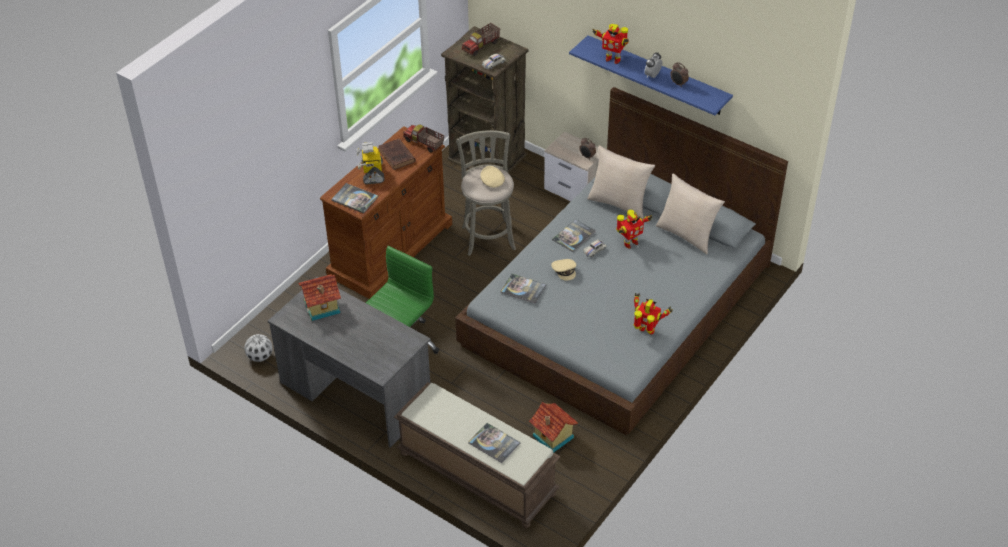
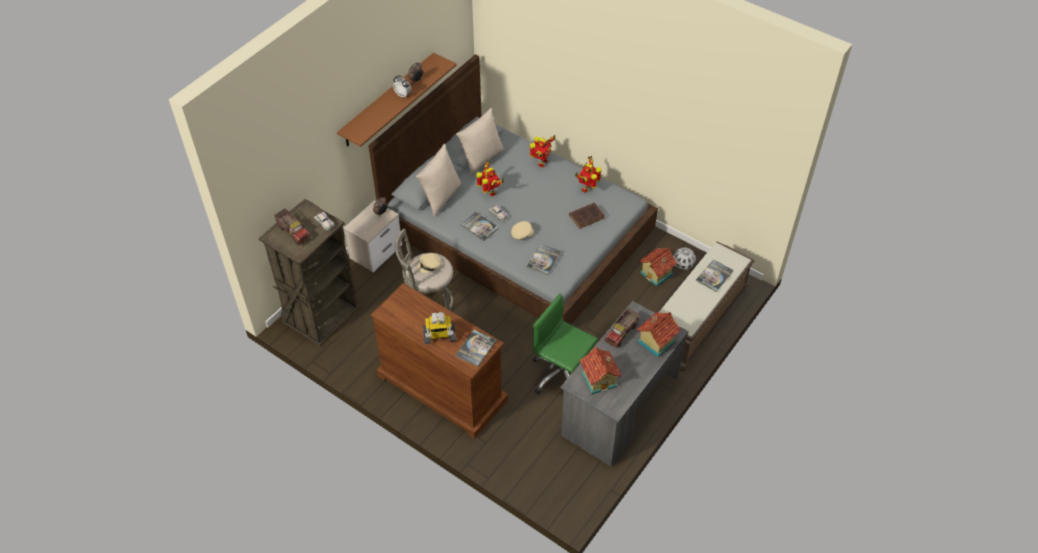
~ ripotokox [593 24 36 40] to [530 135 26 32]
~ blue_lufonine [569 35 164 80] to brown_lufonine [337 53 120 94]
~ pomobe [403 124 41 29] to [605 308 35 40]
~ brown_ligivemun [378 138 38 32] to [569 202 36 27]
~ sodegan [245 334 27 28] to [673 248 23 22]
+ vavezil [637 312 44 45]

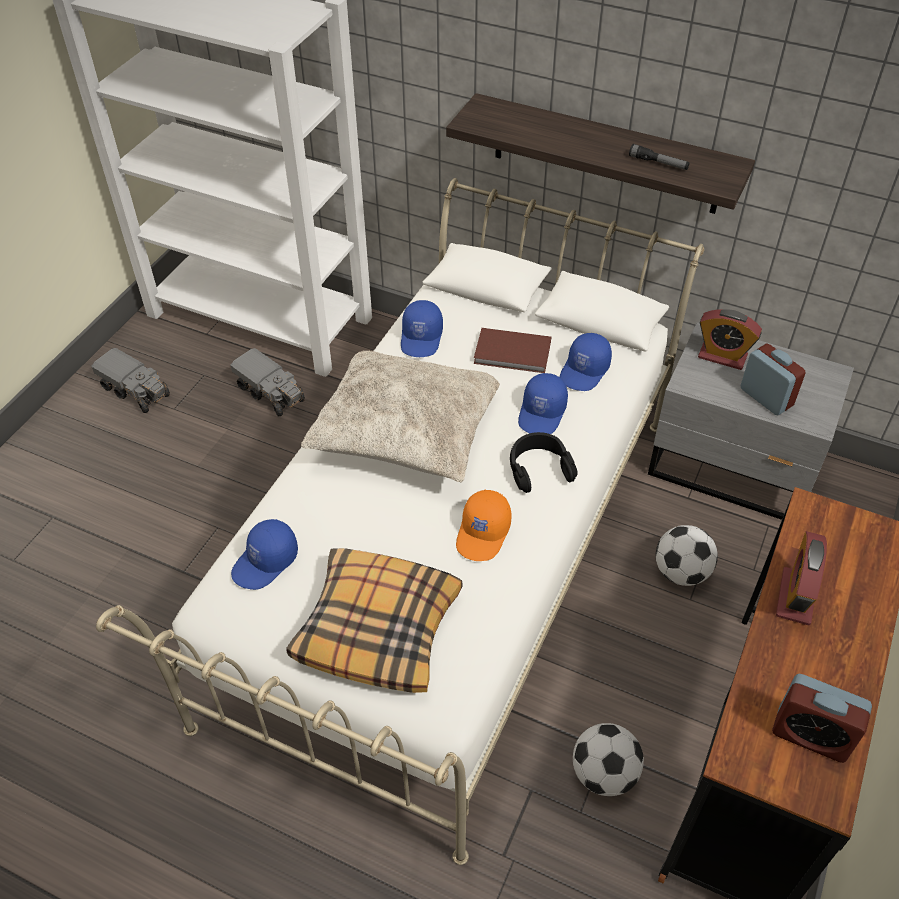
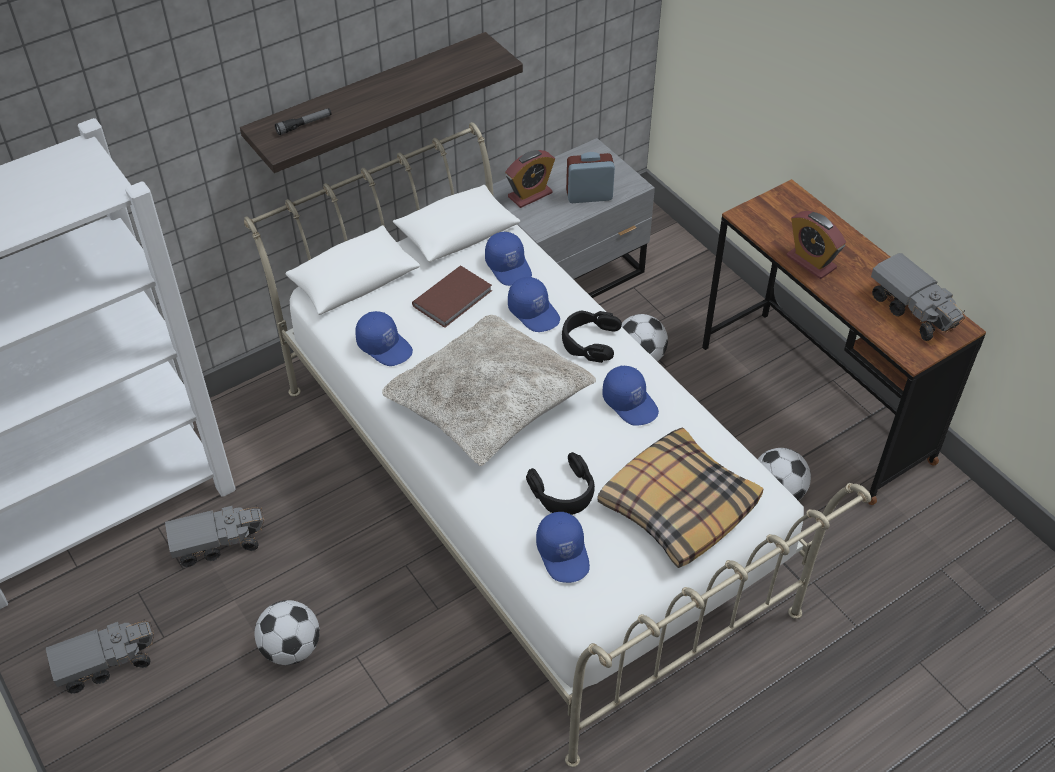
~ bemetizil [629 144 60 26] to [275 108 57 27]
~ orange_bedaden [456 490 56 71] to blue_bedaden [602 366 57 60]
~ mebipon [772 674 100 89] to pomobe [871 253 95 88]
+ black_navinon [526 452 69 63]
+ sodegan [255 600 65 65]

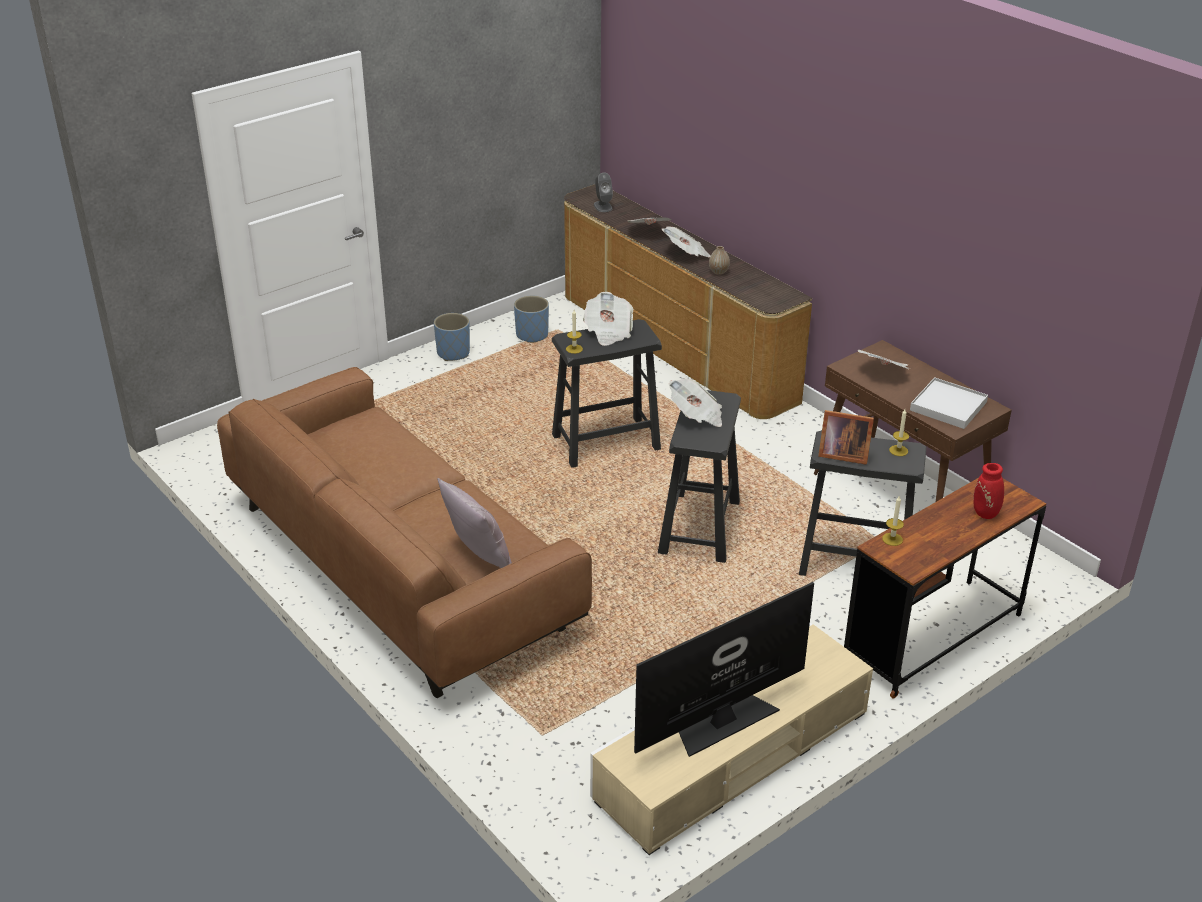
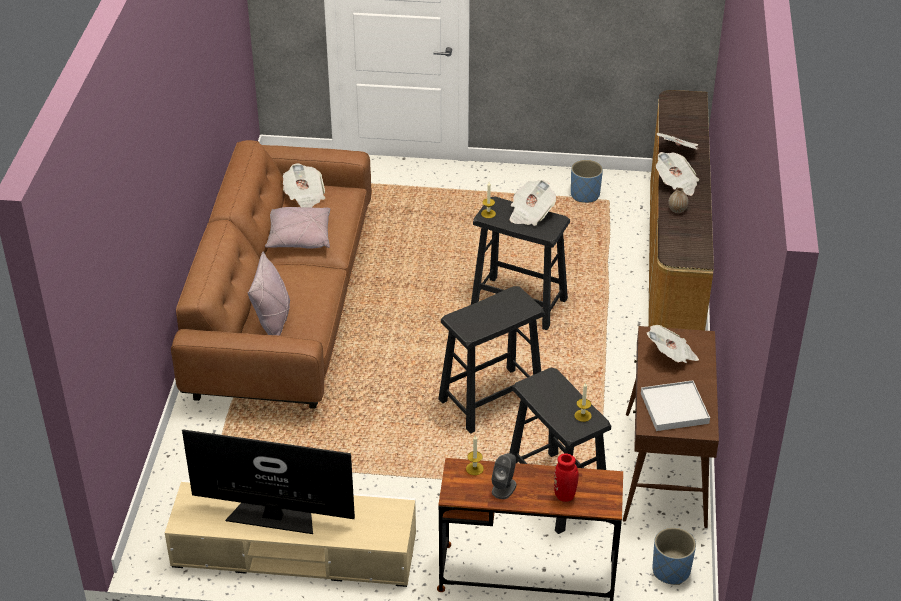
~ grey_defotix [594 173 19 39] to [491 453 25 46]
~ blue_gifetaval [434 313 36 48] to [652 527 44 58]
~ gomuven [669 379 53 48] to [283 163 42 45]
- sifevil [818 410 56 55]
+ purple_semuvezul [265 207 65 42]

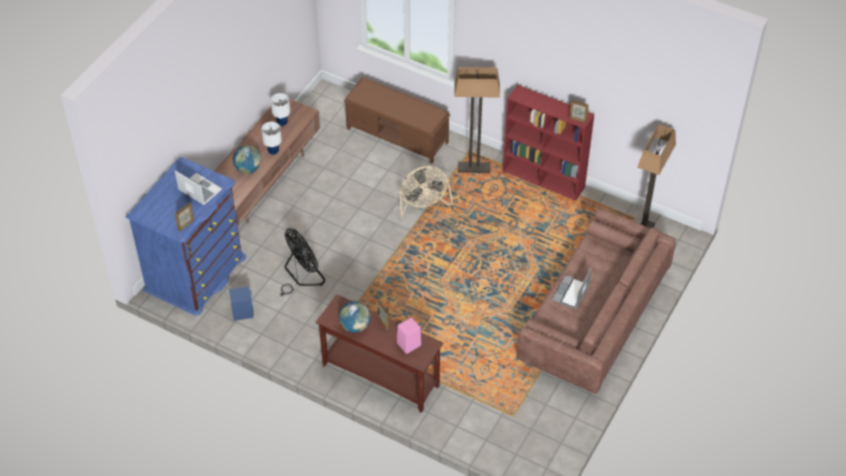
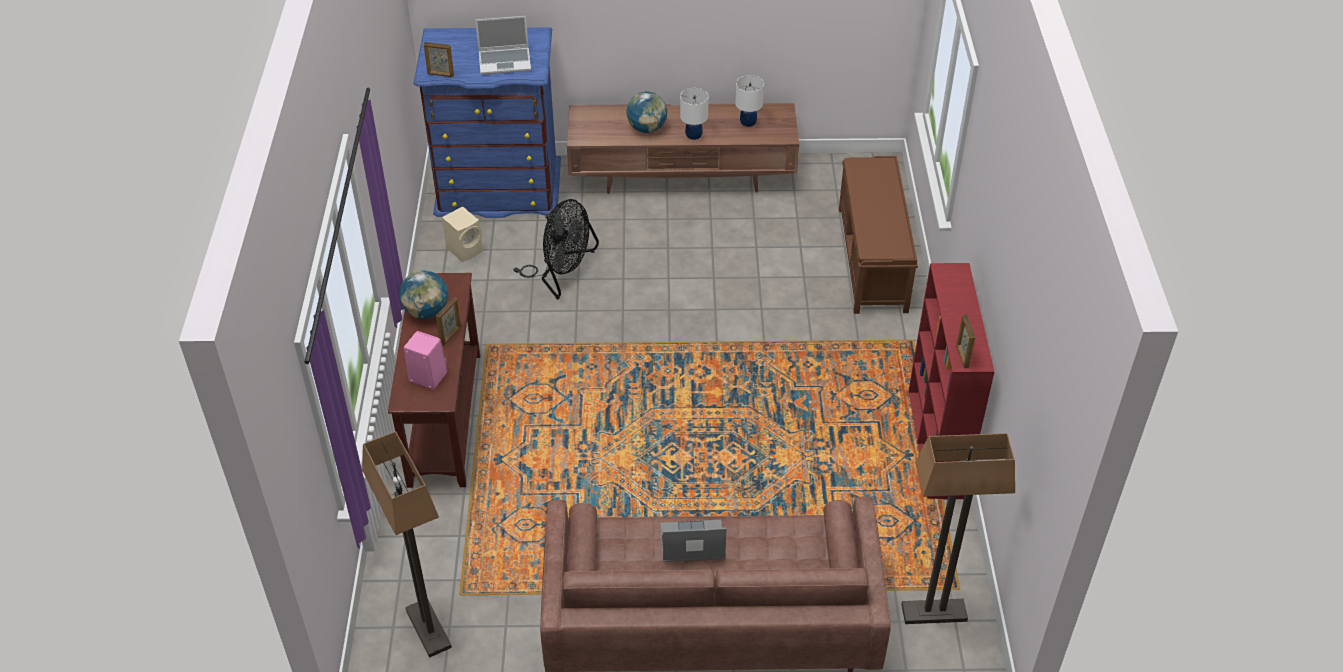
~ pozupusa [454 67 46 106] to [362 431 90 227]
- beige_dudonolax [399 166 54 52]
~ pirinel [175 170 47 35] = [475 16 56 59] 75 degrees clockwise
~ blue_defotix [229 286 24 35] to beige_defotix [442 206 41 56]

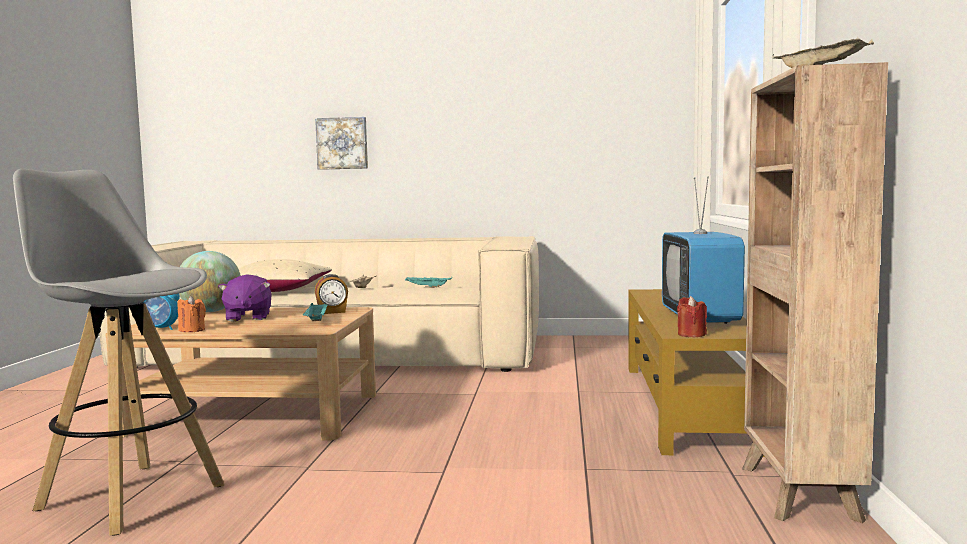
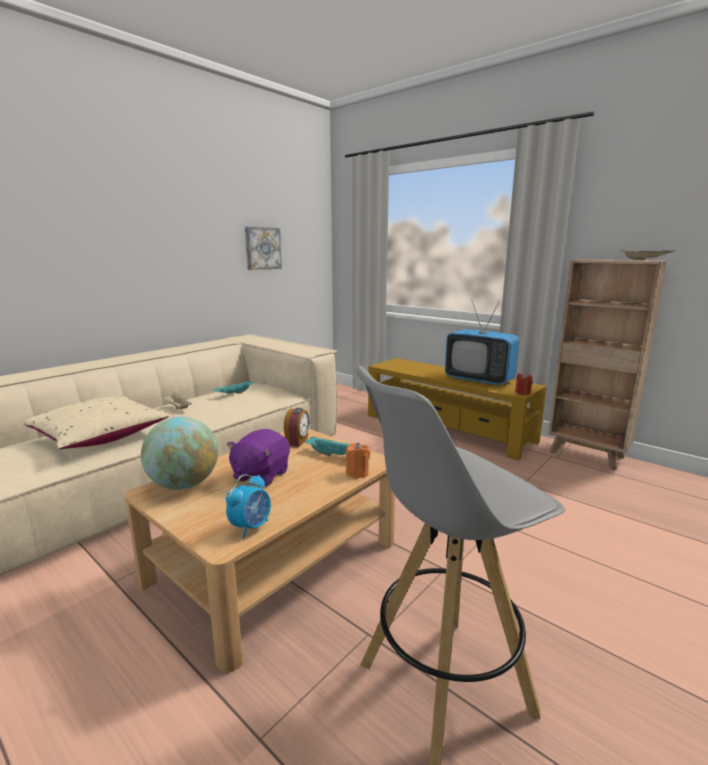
~ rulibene [315 117 53 53] to [245 227 37 43]
~ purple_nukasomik [218 274 54 48] = [227 429 63 58] 90 degrees clockwise
~ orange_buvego [177 296 29 36] to [346 443 24 35]

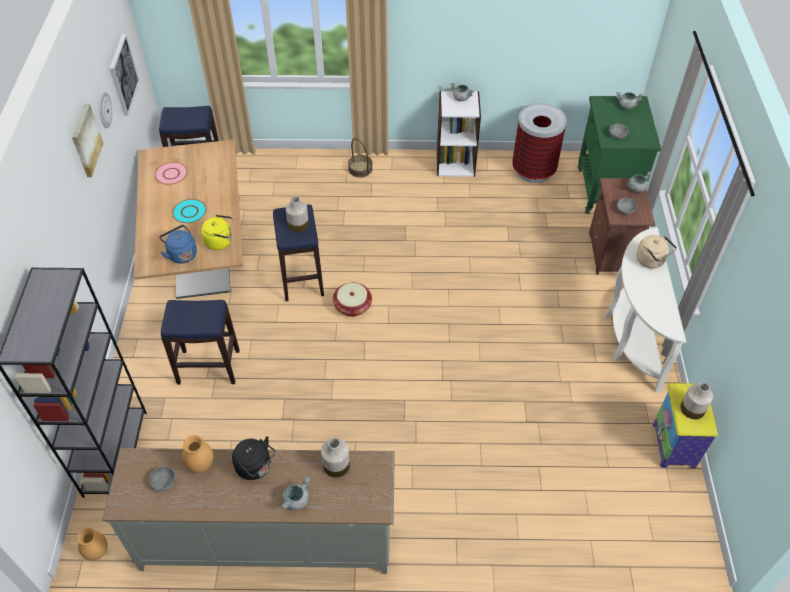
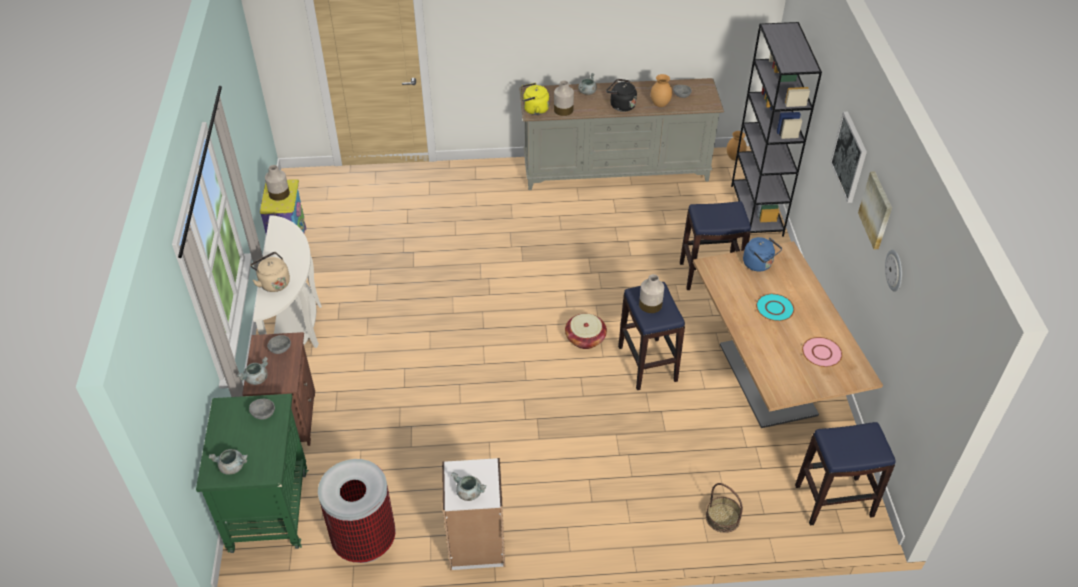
~ rulibene [109 34 30 81] to [830 112 37 91]
~ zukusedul [348 138 25 40] to [706 483 37 50]
~ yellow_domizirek [201 215 32 35] to [521 83 28 32]

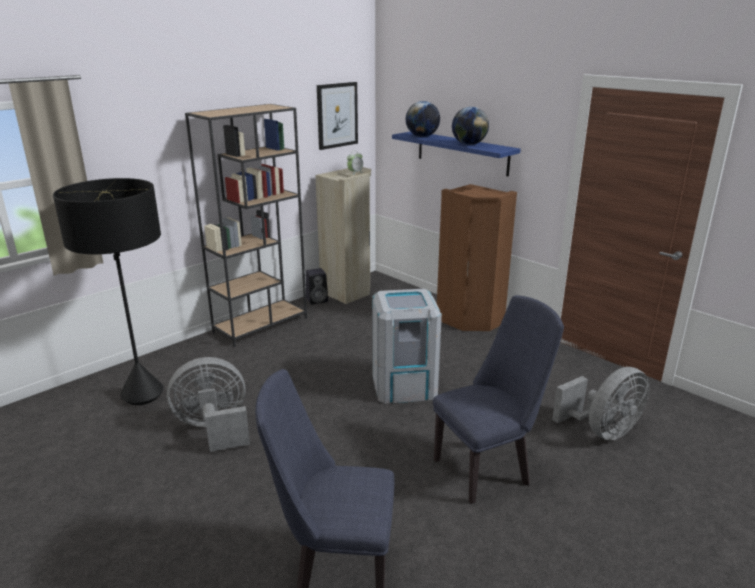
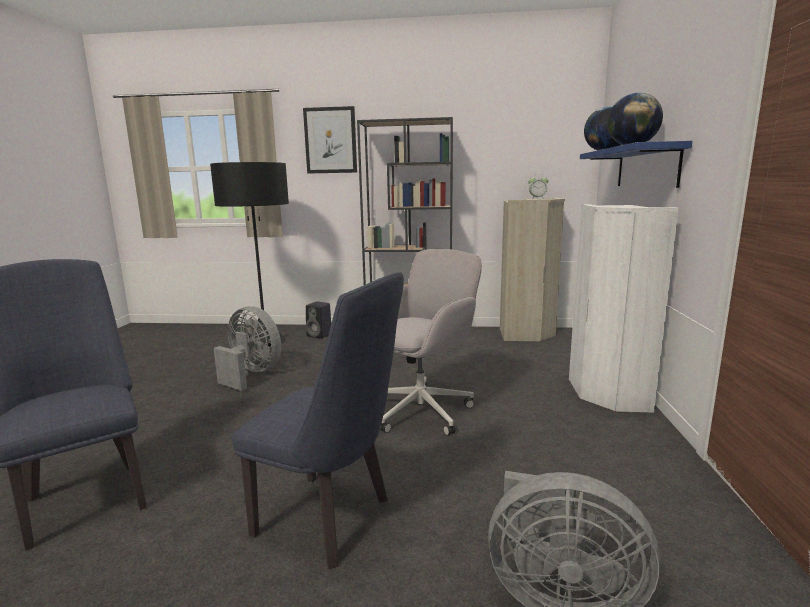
~ rulibene [317 82 41 68] to [303 106 54 68]
~ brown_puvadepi [437 184 80 147] to white_puvadepi [569 204 110 209]
~ black_defotix [305 268 23 36] to [306 302 25 37]
~ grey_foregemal [372 289 70 115] to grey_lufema [380 249 102 187]

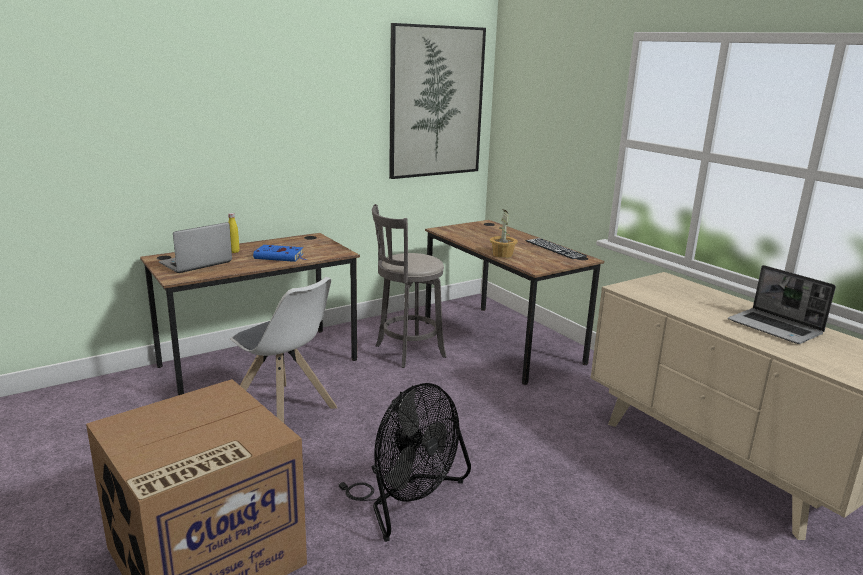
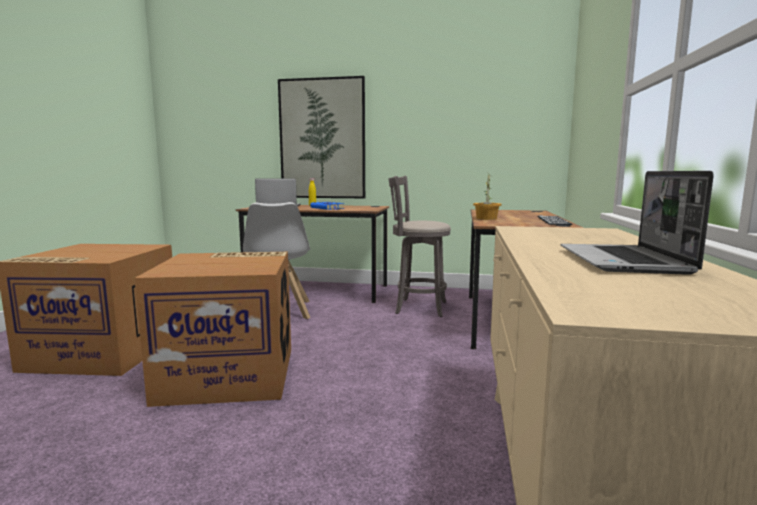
~ rulibene [389 23 97 156] to [278 76 87 122]
~ black_dudonolax [339 383 132 159] to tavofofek [134 252 157 155]

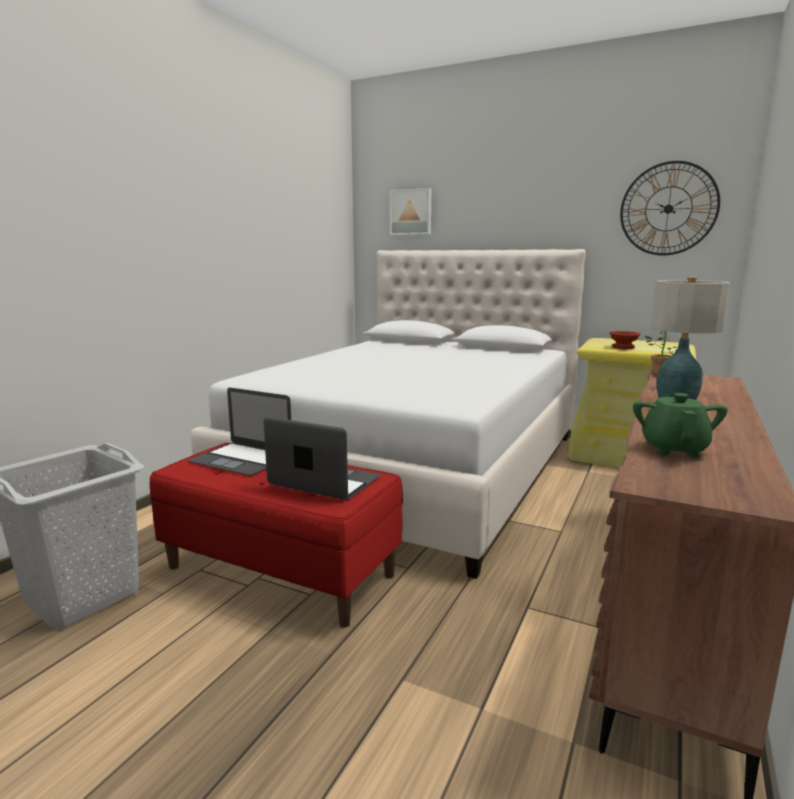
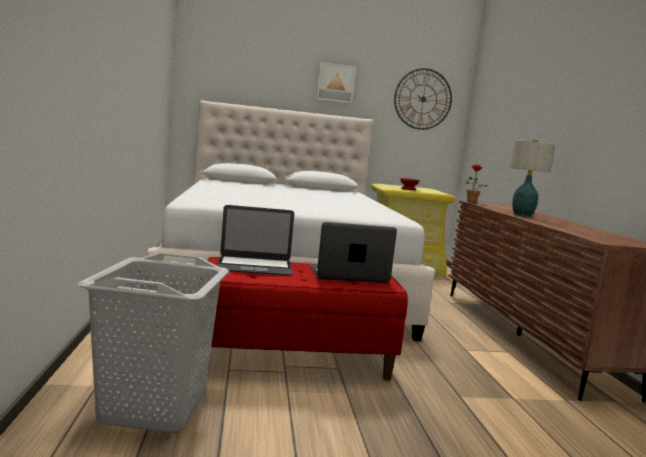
~ rulibene [390 188 41 47] to [316 62 40 41]
- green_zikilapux [633 393 95 65]

